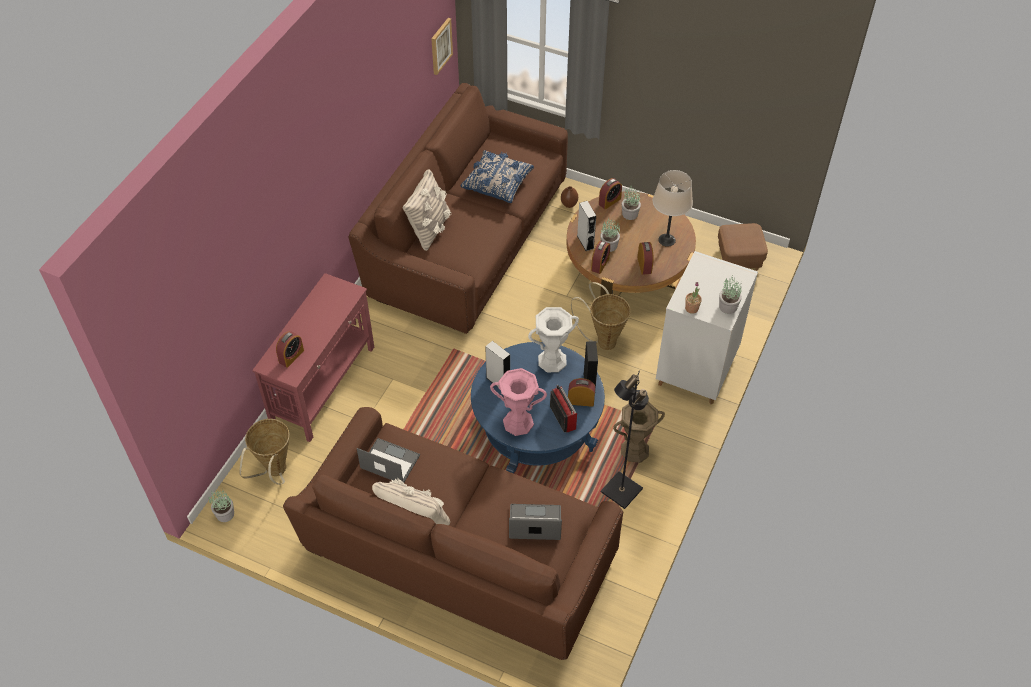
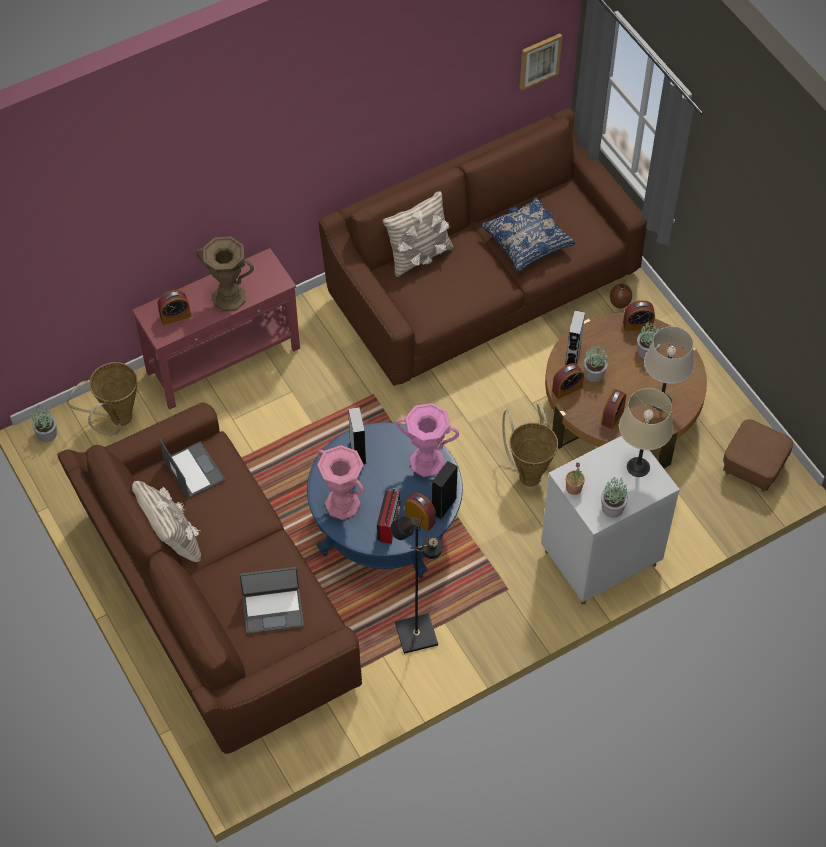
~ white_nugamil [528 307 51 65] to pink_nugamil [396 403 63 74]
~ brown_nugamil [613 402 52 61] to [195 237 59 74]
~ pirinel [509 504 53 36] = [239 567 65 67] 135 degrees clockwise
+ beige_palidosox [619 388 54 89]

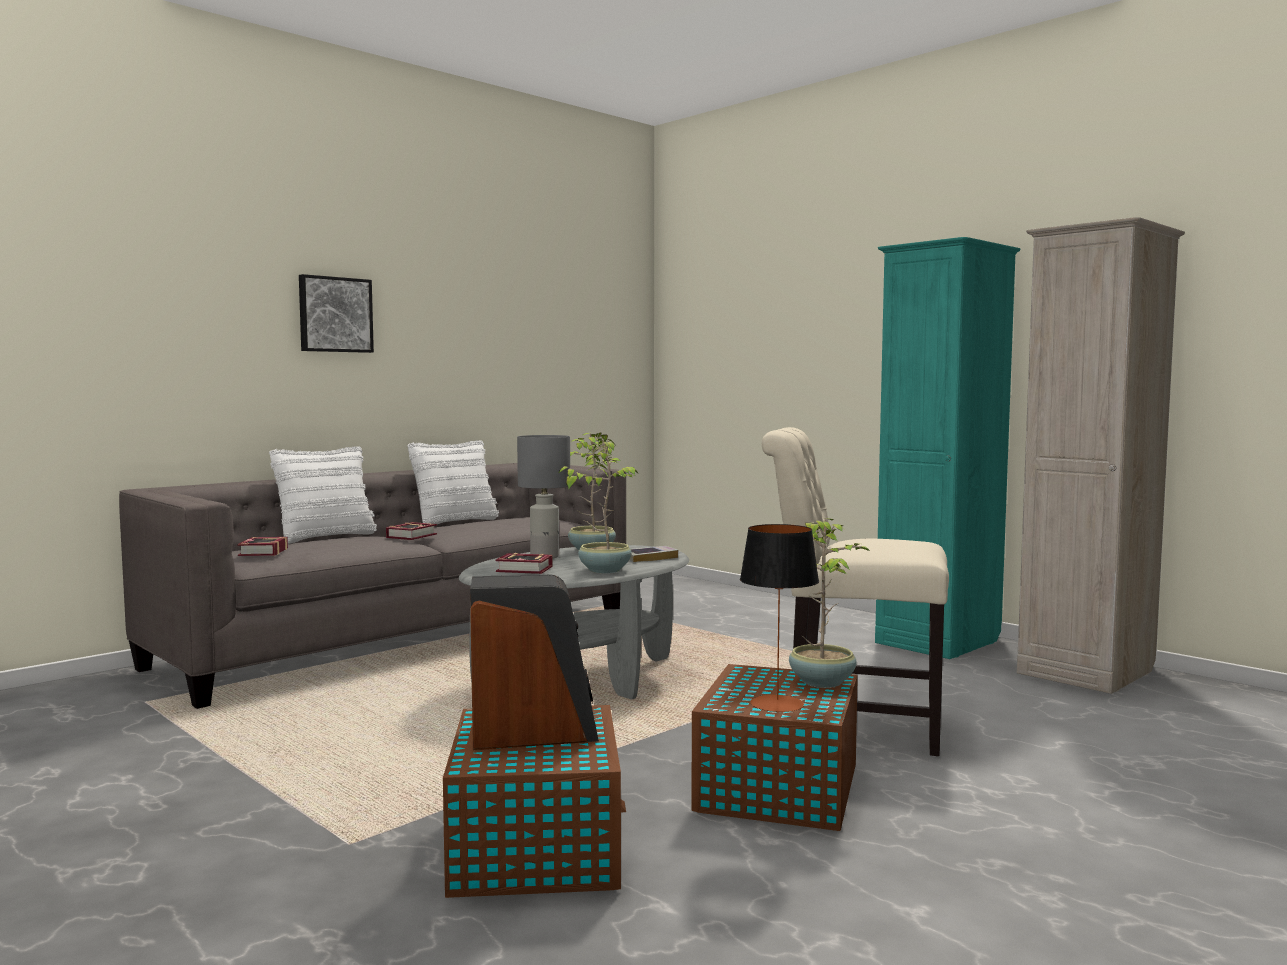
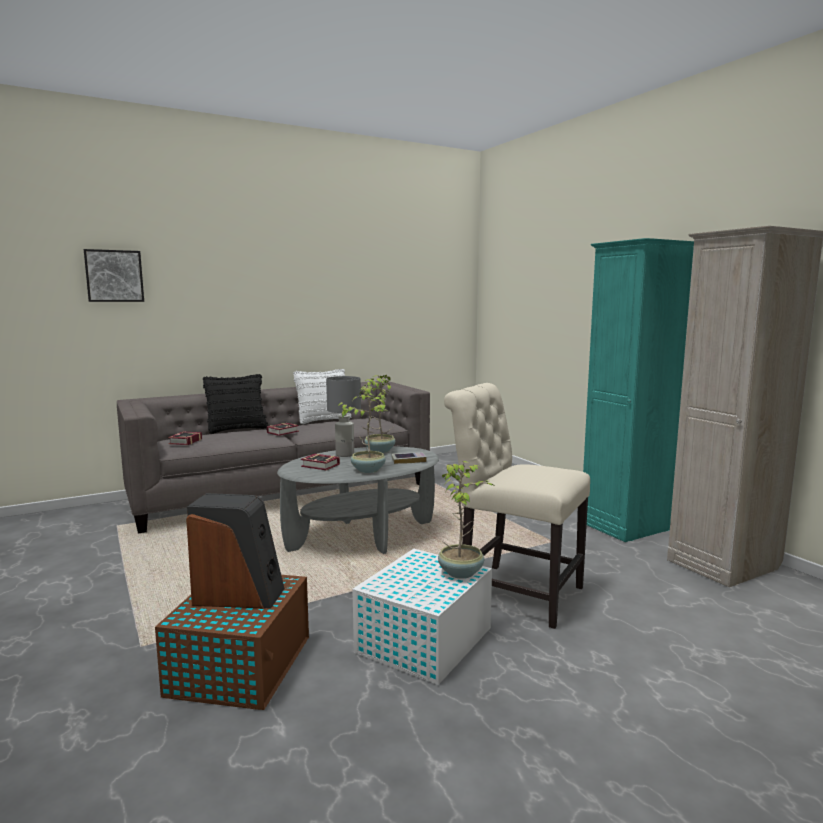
~ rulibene [299 274 75 79] to [84 249 60 53]
~ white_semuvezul [269 446 108 98] to black_semuvezul [202 374 66 60]
- palidosox [740 524 79 189]
~ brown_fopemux [691 664 167 167] to white_fopemux [352 549 140 136]

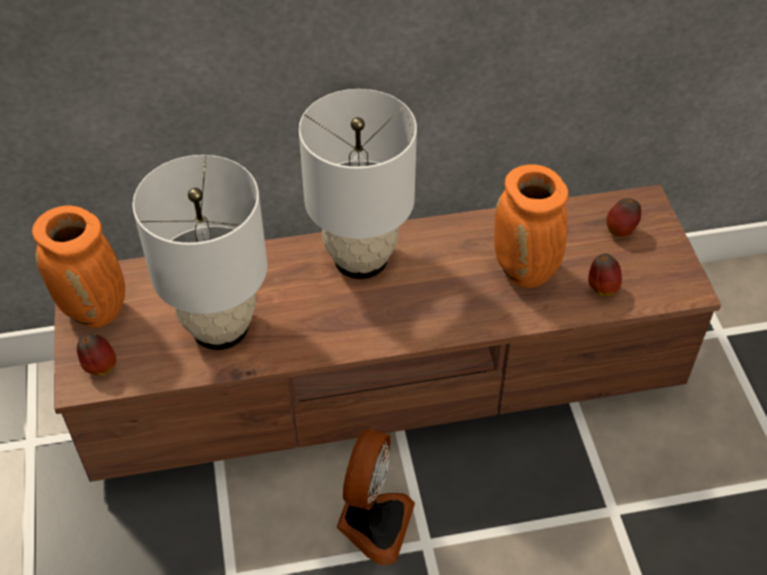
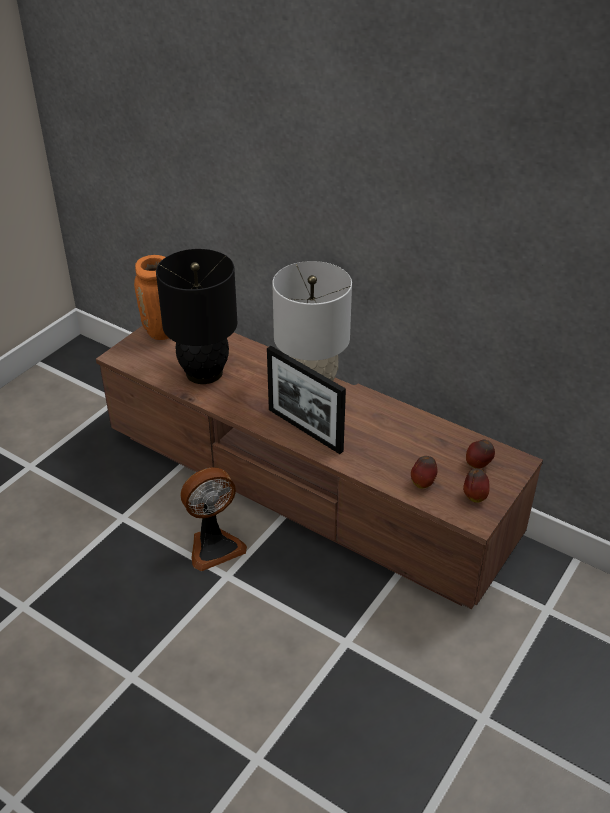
~ white_palidosox [133 155 135 195] to black_palidosox [156 249 81 135]
- orange_nugamil [494 164 74 124]
~ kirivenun [77 334 39 42] to [463 468 26 35]
+ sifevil [267 346 79 108]

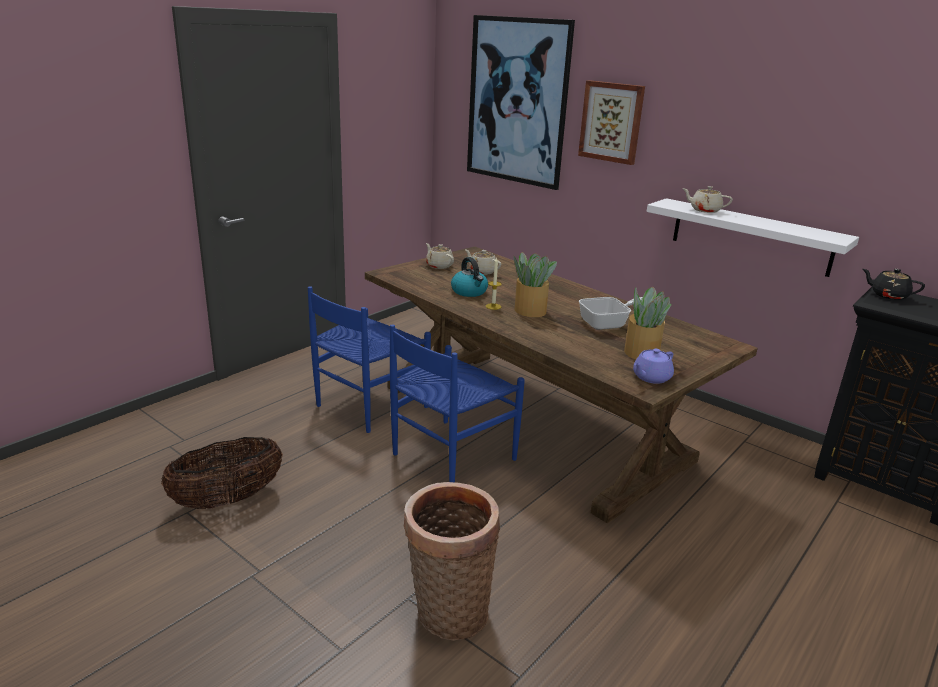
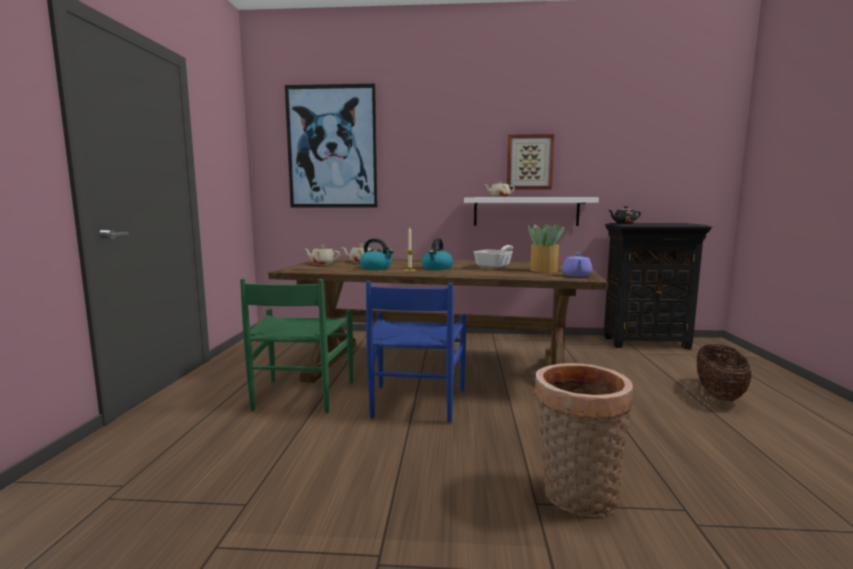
~ rulibene [578 80 67 85] to [507 134 47 55]
~ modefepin [513 252 44 65] to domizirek [422 238 31 32]
~ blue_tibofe [308 286 123 147] to green_tibofe [240 278 113 135]
~ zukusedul [161 437 122 72] to [696 344 56 57]

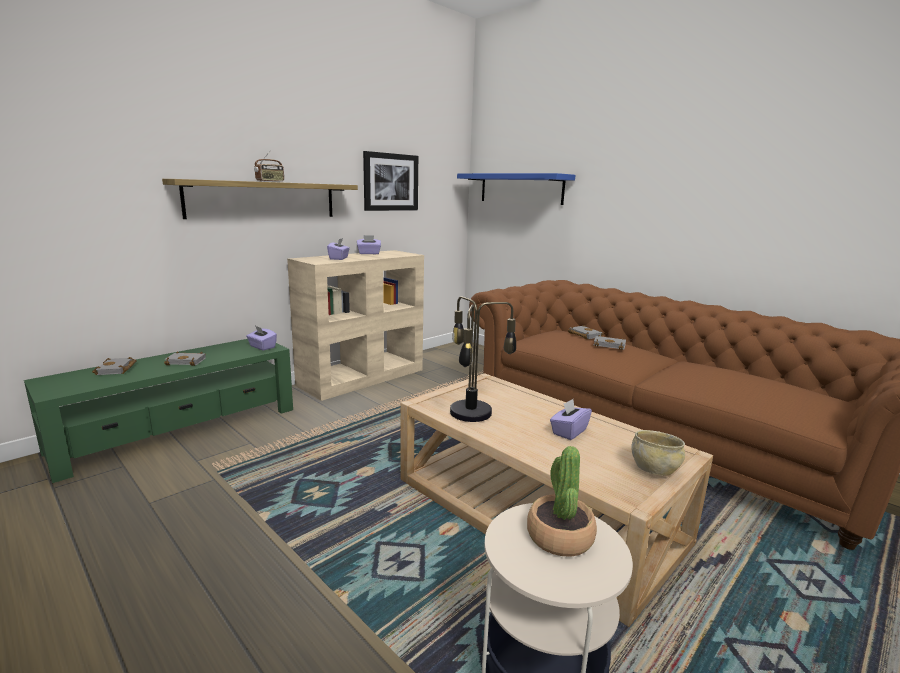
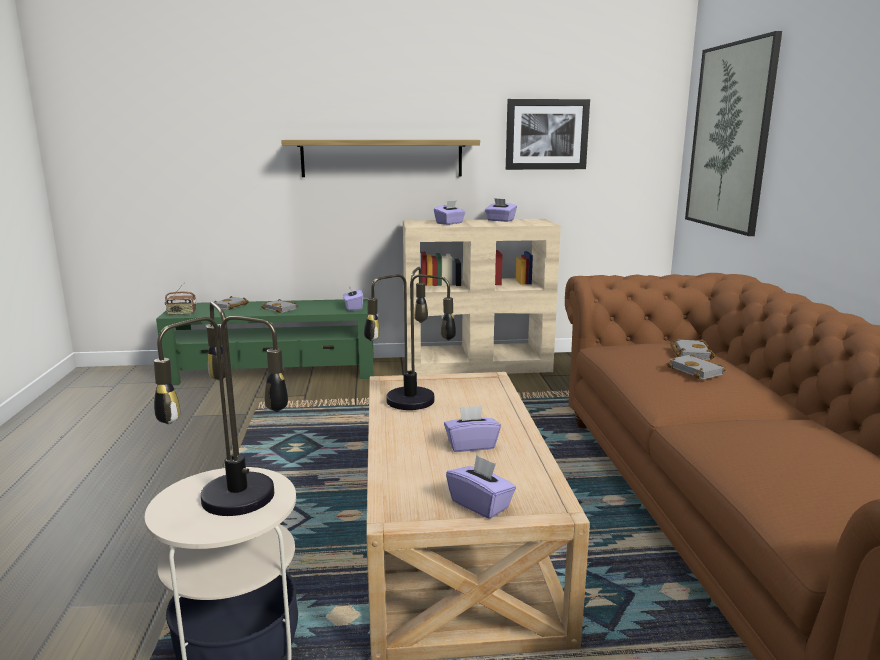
~ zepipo [254 151 30 31] to [165 282 32 33]
~ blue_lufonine [457 173 118 32] to rulibene [685 31 97 205]
~ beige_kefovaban [631 430 54 46] to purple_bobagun [446 455 70 64]
~ modefepin [527 446 70 111] to palidosox [154 302 134 214]

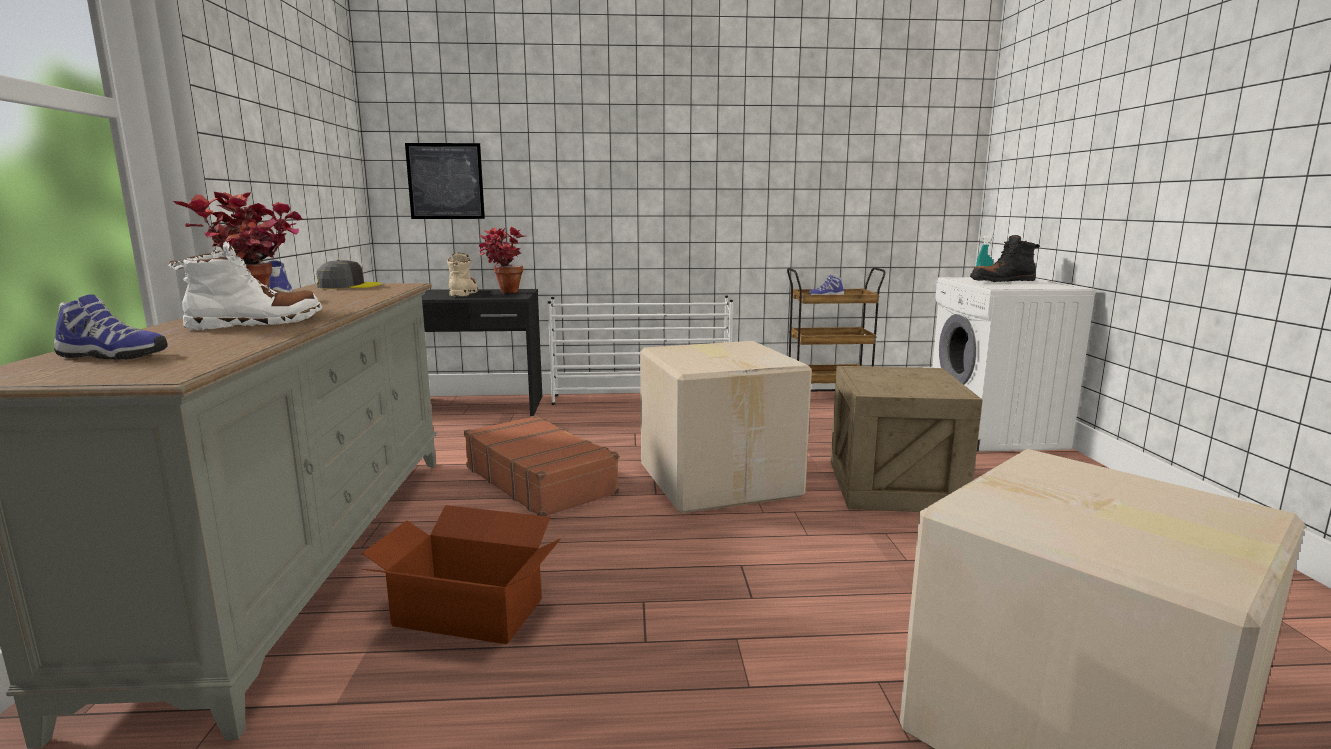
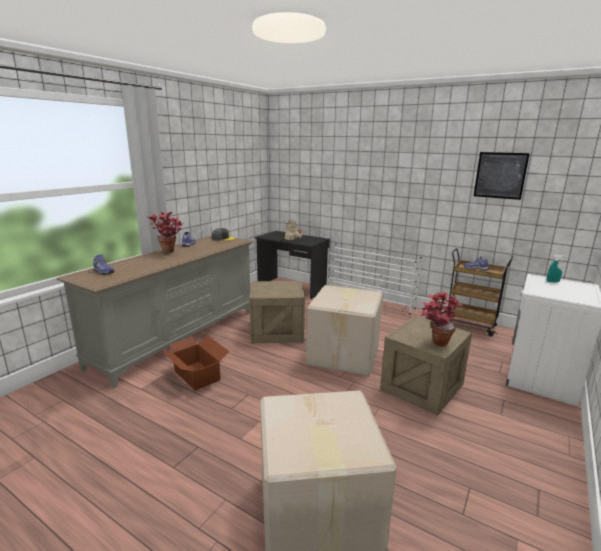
~ rulibene [405 143 80 76] to [474 152 56 48]
~ modefepin [479 227 46 66] to [421 292 43 55]
- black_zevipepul [970 235 70 47]
- white_zevipepul [169 241 153 90]
~ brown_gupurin [464 415 155 101] to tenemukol [249 281 56 62]

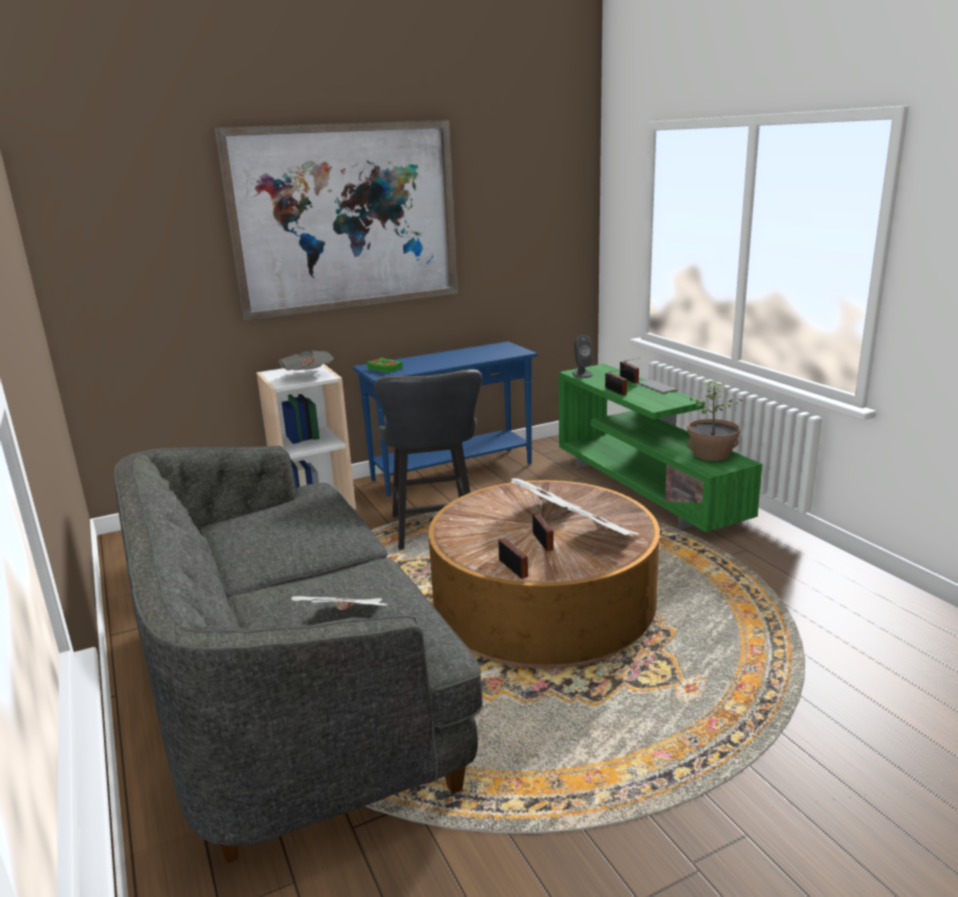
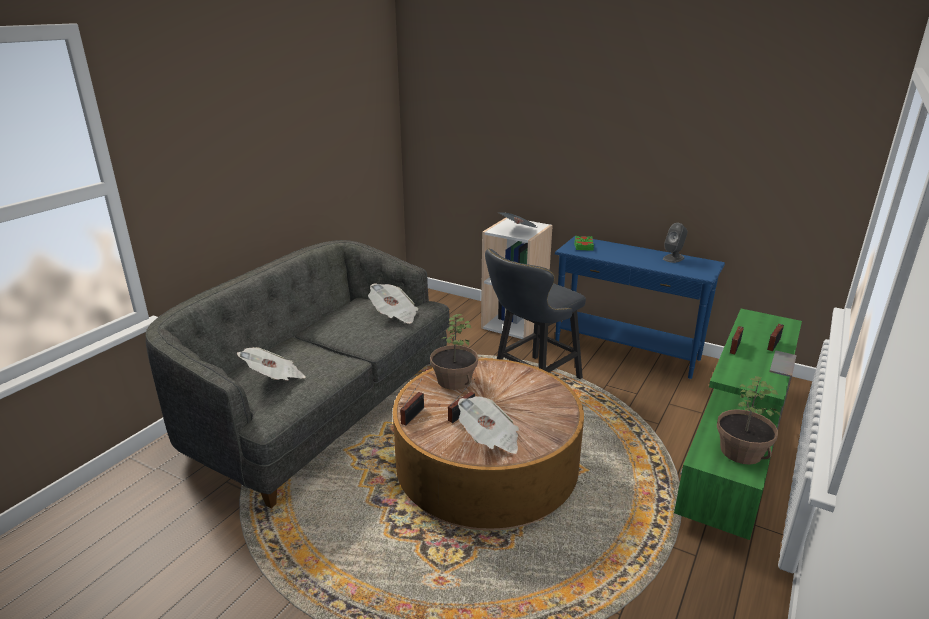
- rulibene [214 120 244 201]
~ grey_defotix [572 335 21 43] to [663 223 24 40]
~ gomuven [510 478 72 30] to [368 283 50 41]
+ modefepin [430 314 48 76]

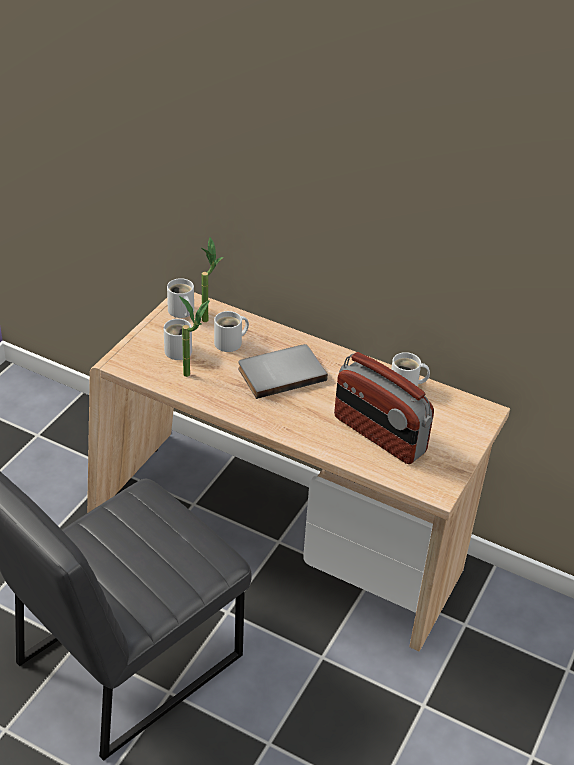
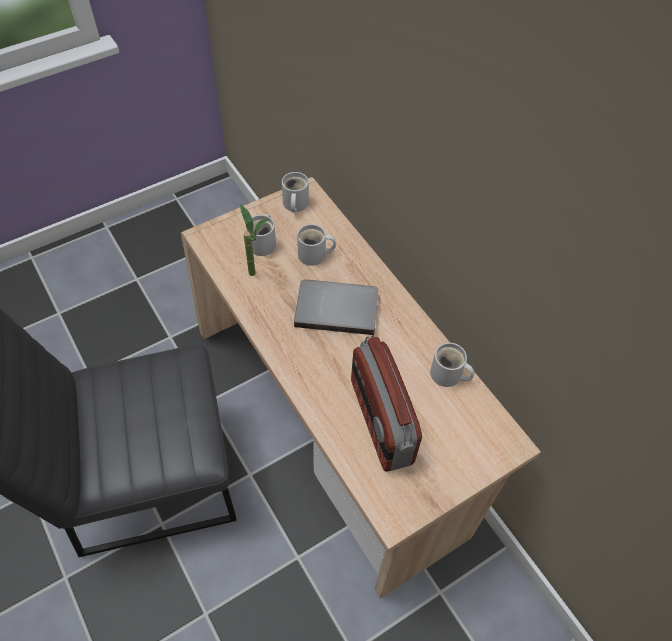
- modefepin [200 237 23 85]

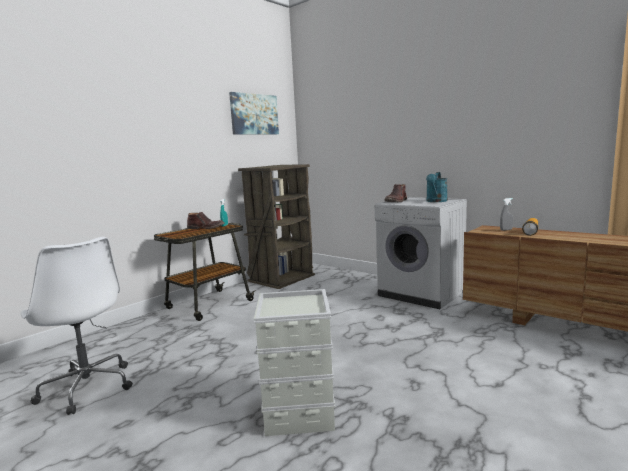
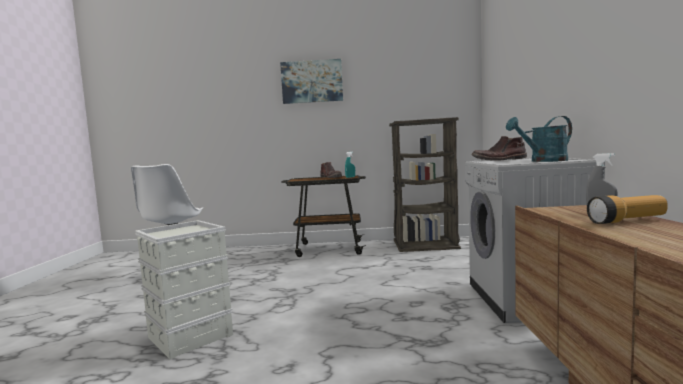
~ rulibene [229 92 50 43] to [280 59 63 45]

